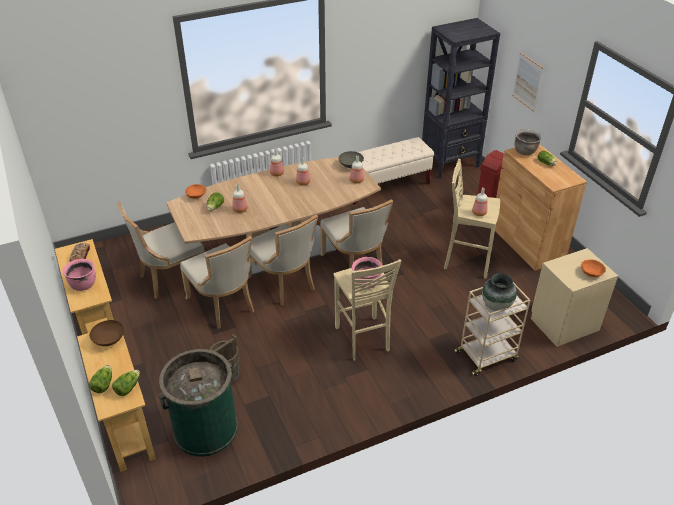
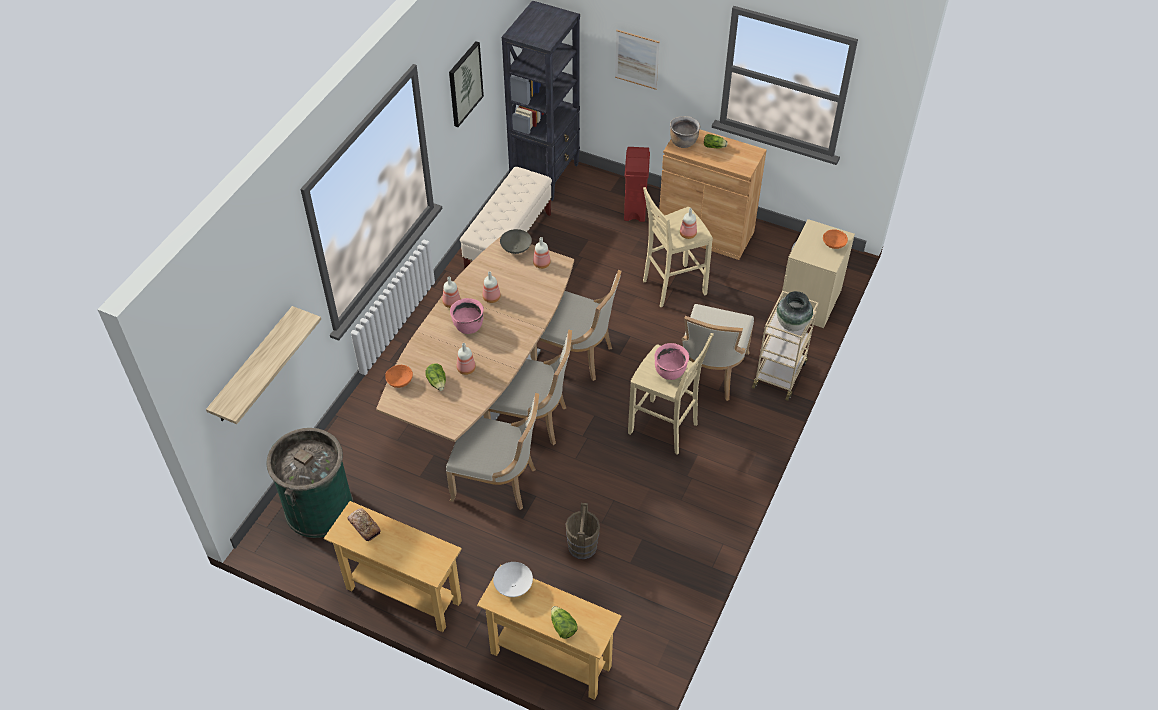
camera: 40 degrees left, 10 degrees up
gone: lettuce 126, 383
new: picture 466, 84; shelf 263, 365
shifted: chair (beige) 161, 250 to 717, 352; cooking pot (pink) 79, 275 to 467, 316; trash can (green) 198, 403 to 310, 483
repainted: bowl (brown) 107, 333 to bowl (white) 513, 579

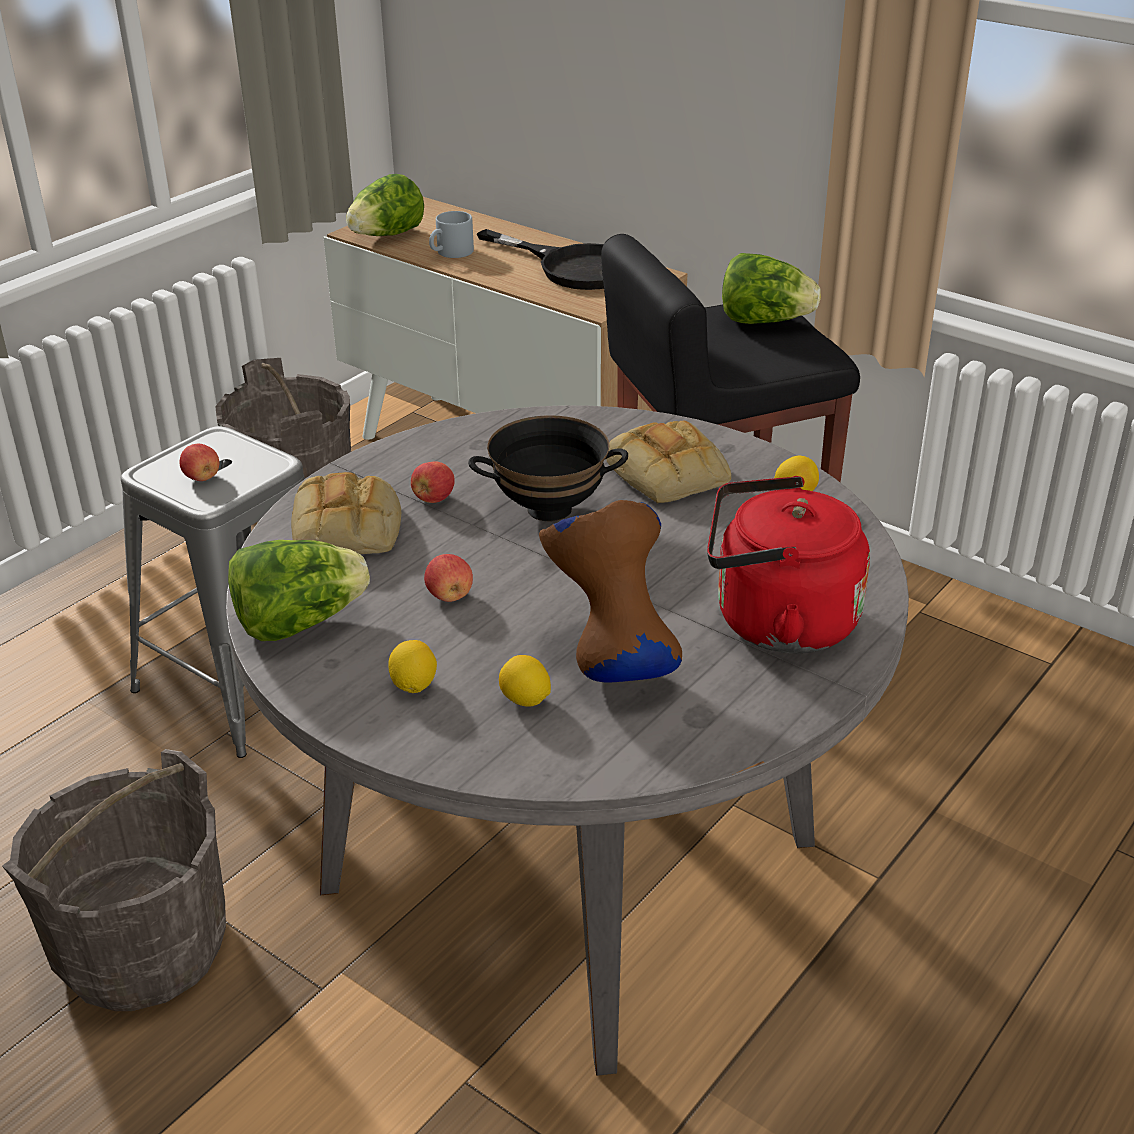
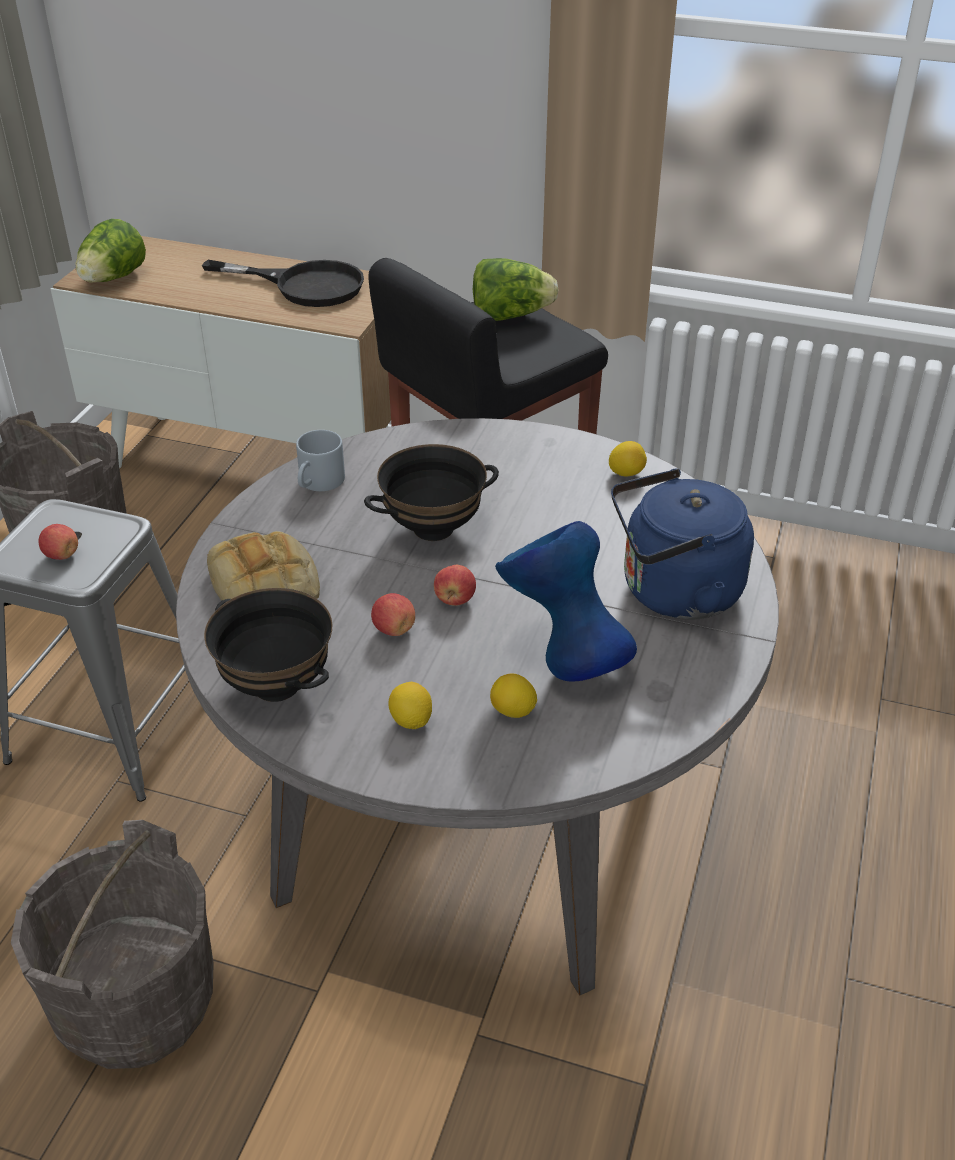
camera: 20 degrees left, 5 degrees up
gone: bread 668, 462
shifted: mug (grey) 451, 234 to 320, 460; apple 433, 482 to 455, 585
swapped: lettuce 299, 590 to bowl (black) 268, 645
repainted: kettle (red) 788, 564 to kettle (blue) 682, 544; vase (brown) 610, 591 to vase (blue) 566, 601

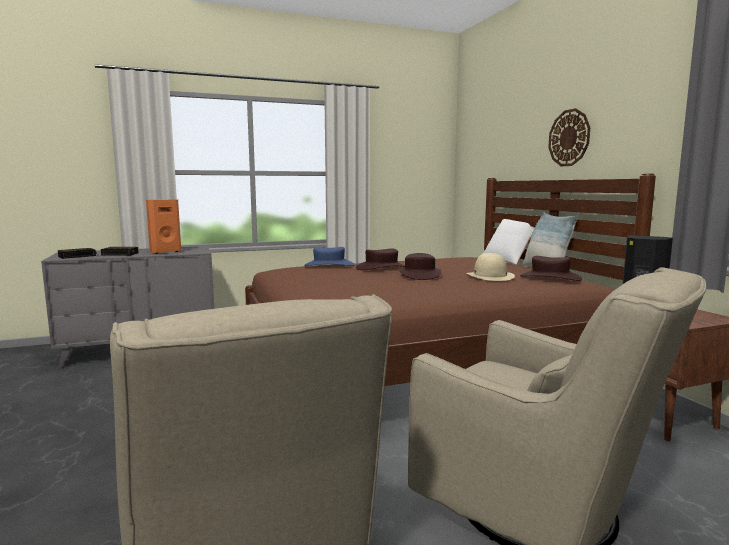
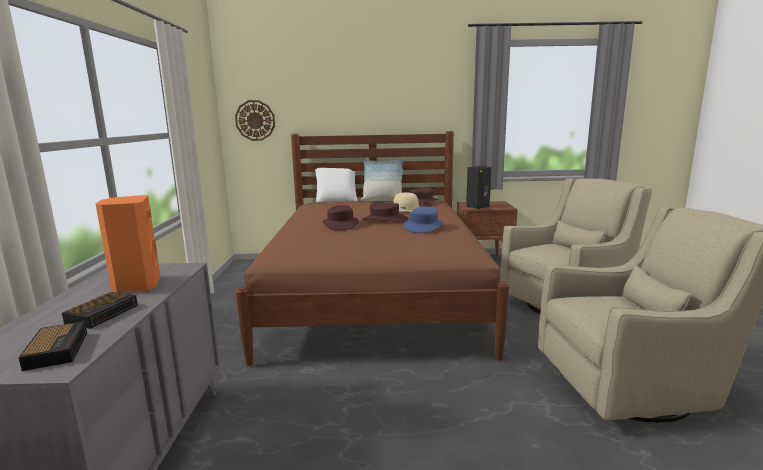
camera: 70 degrees left, 5 degrees up
shifted: wall clock 569, 137 to 255, 120; hat (blue) 329, 256 to 423, 219

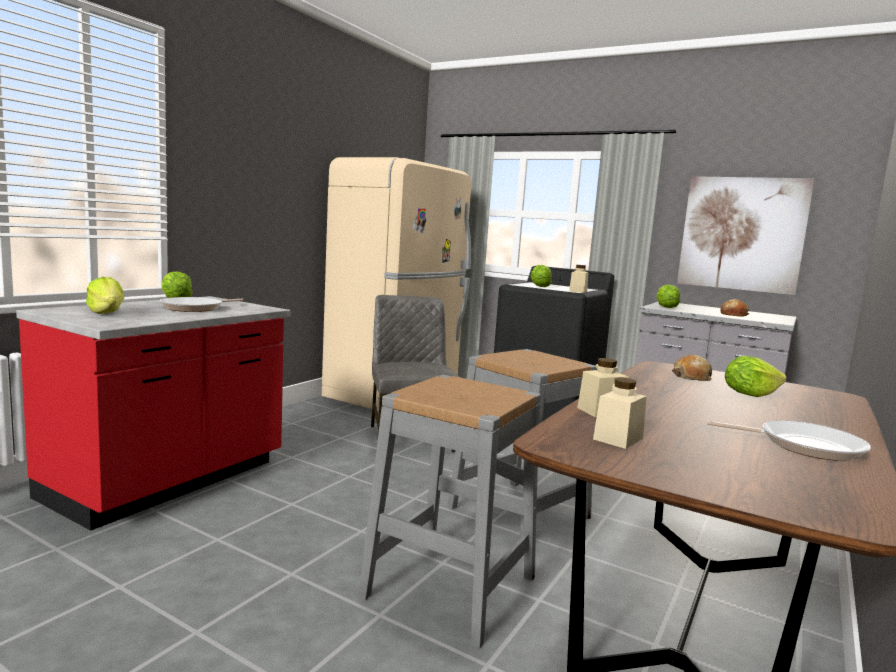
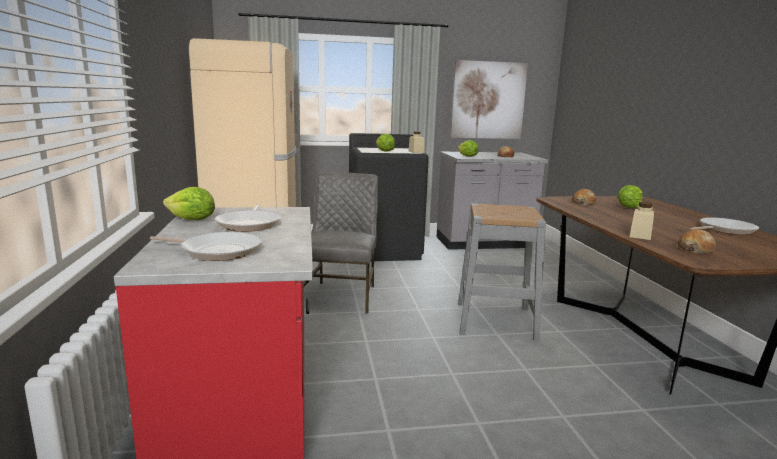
camera: 40 degrees left, 5 degrees up
gone: stool (grey) 449, 511
swapped: lettuce 105, 295 to frying pan 205, 246; jar (beige) 620, 413 to bread 697, 241
rotated: chair (grey) 415, 373 = 341, 243 60 degrees clockwise

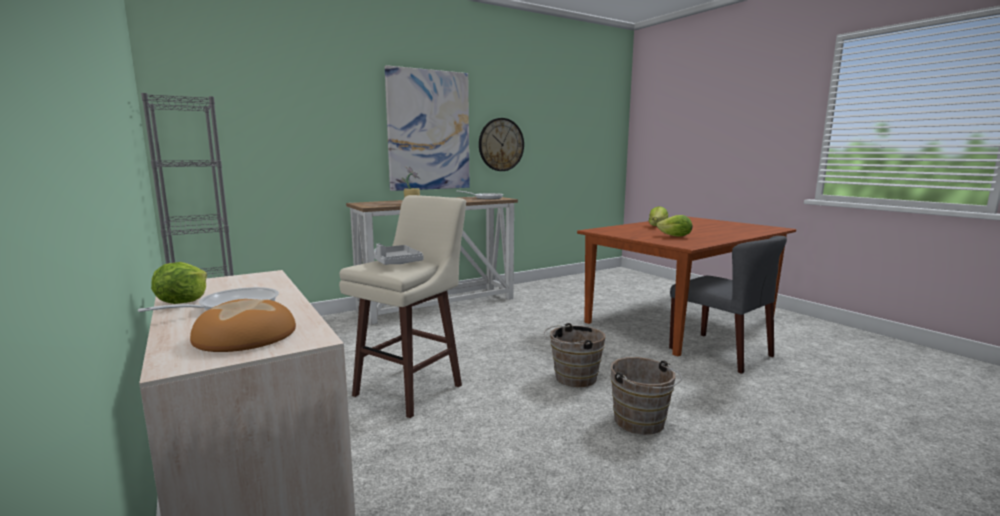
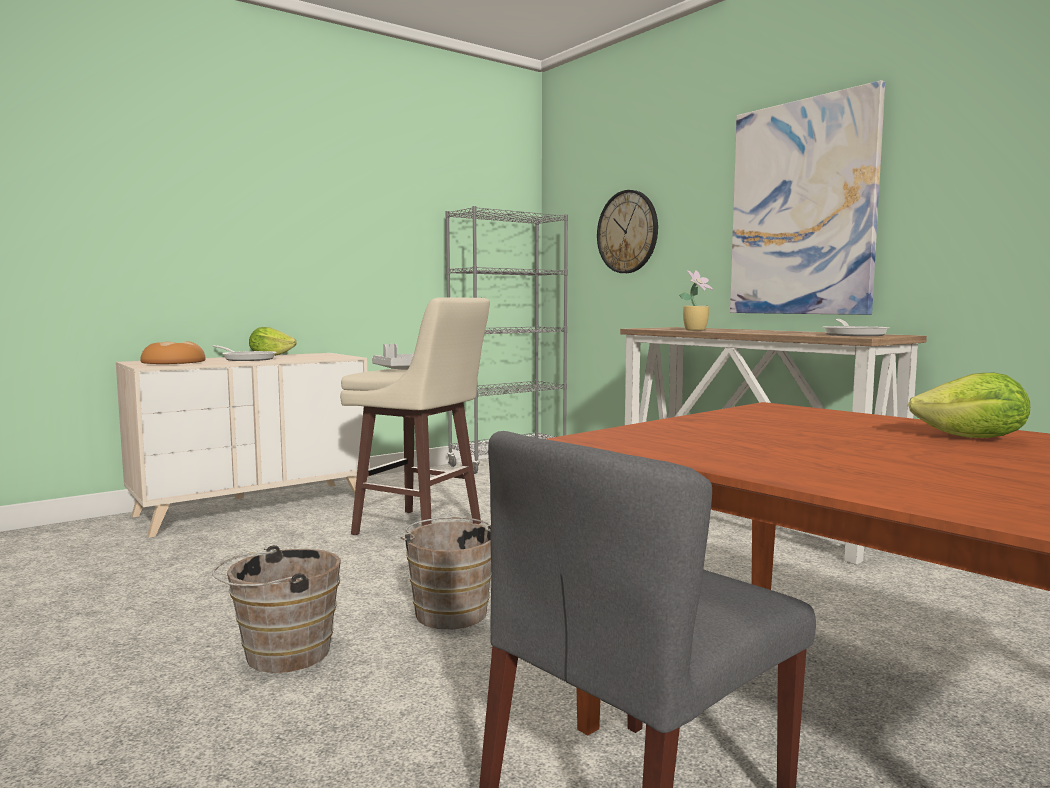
camera: 85 degrees right, 5 degrees down
gone: lettuce 674, 226
shifted: wall clock 501, 144 to 627, 231

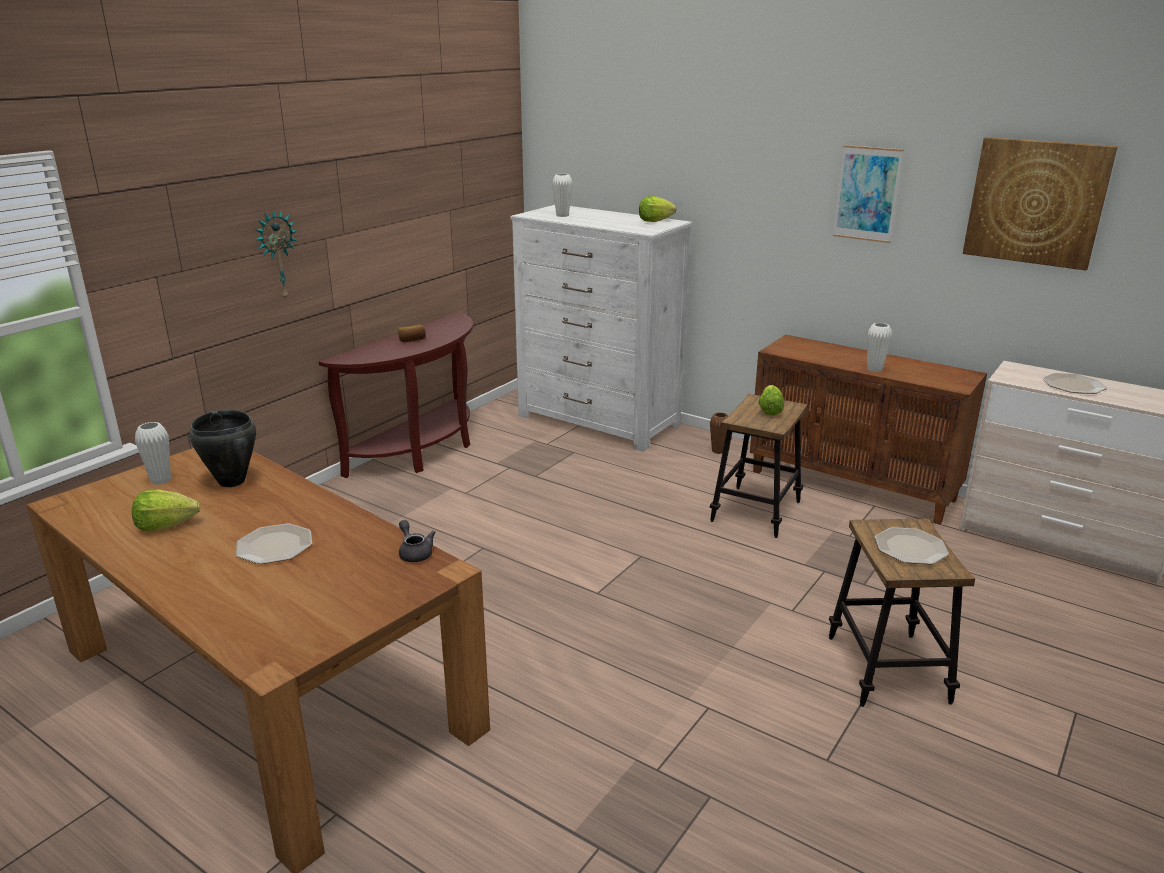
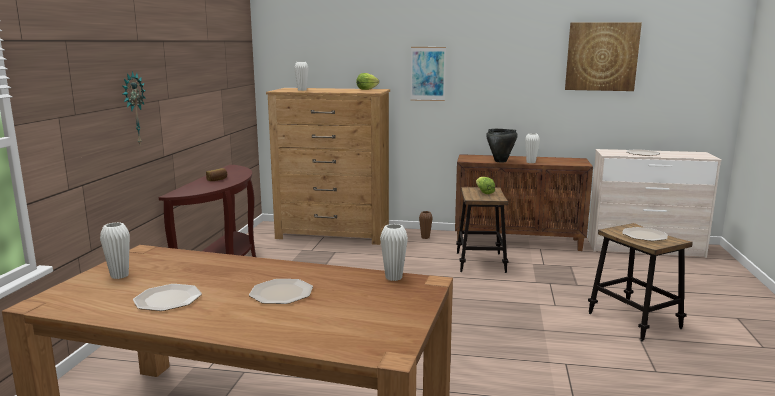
camera: 25 degrees left, 10 degrees down
shifted: picture 868, 194 to 428, 74; cooking pot (black) 222, 448 to 502, 145
swapped: lettuce 166, 510 to plate 167, 297; teapot (grey) 417, 541 to vase (white) 394, 252
repainted: dresser (white) 602, 328 to dresser (brown) 328, 166

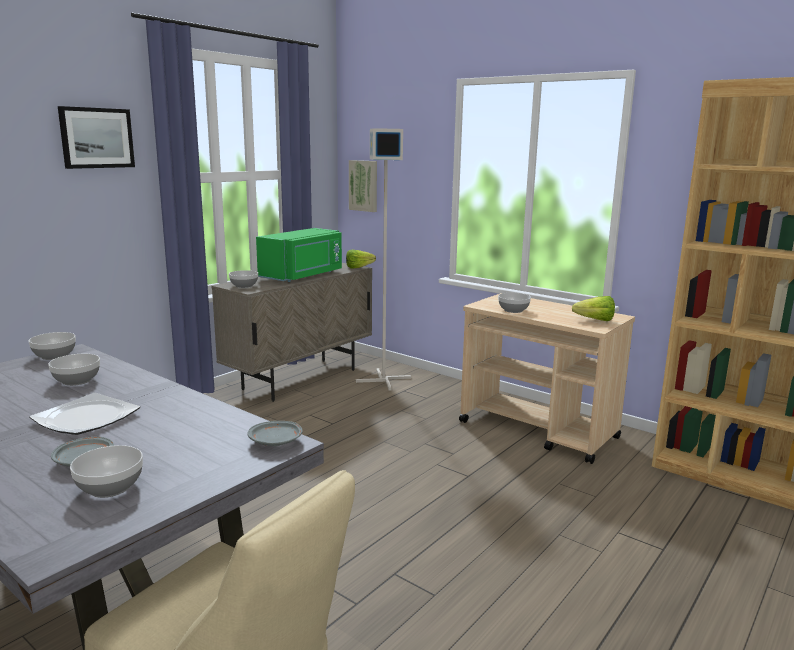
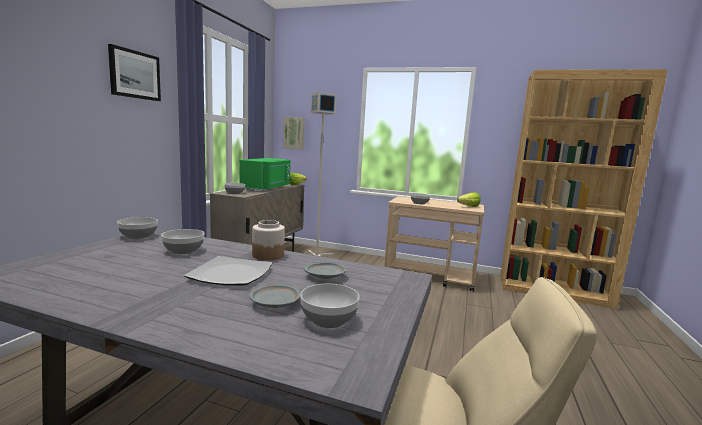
camera: 20 degrees left, 5 degrees down
new: jar 268, 240
shifted: plate (grey) 275, 433 to 325, 270

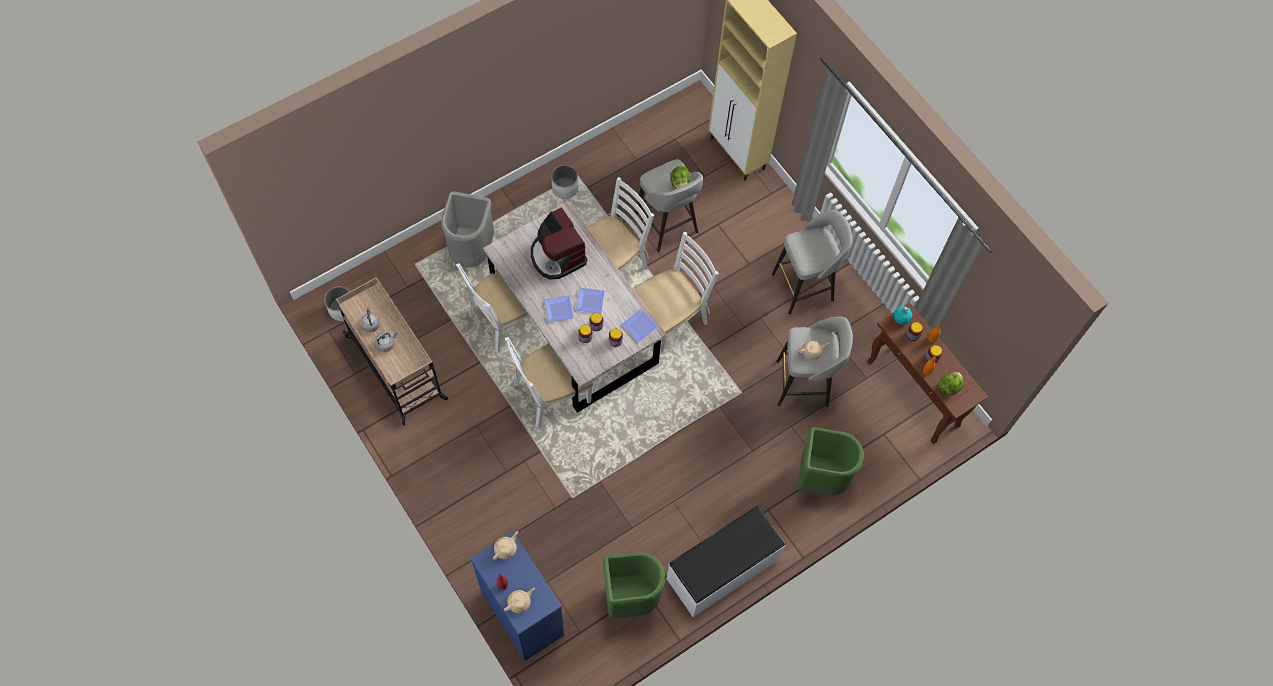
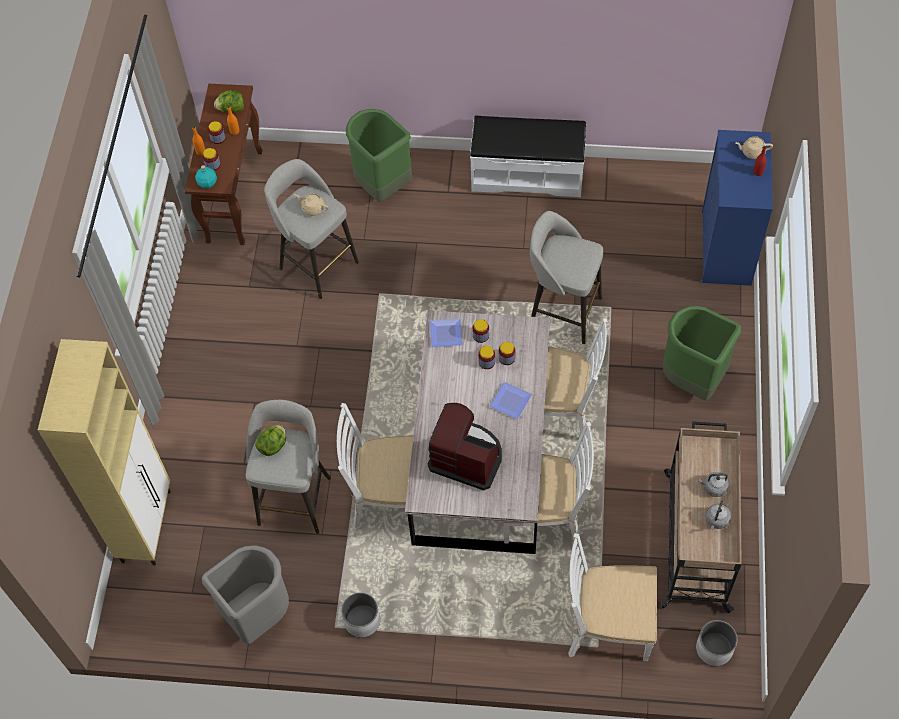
camera: 135 degrees left, 5 degrees down
gone: plate 590, 301; teapot (beige) 505, 545
shifted: trash can (grey) 467, 230 to 245, 594; stool (grey) 812, 262 to 566, 277; chair (white) 675, 292 to 612, 597; trash can (green) 634, 585 to 702, 353
rotated: coffee machine 559, 243 = 465, 447 75 degrees counterclockwise

